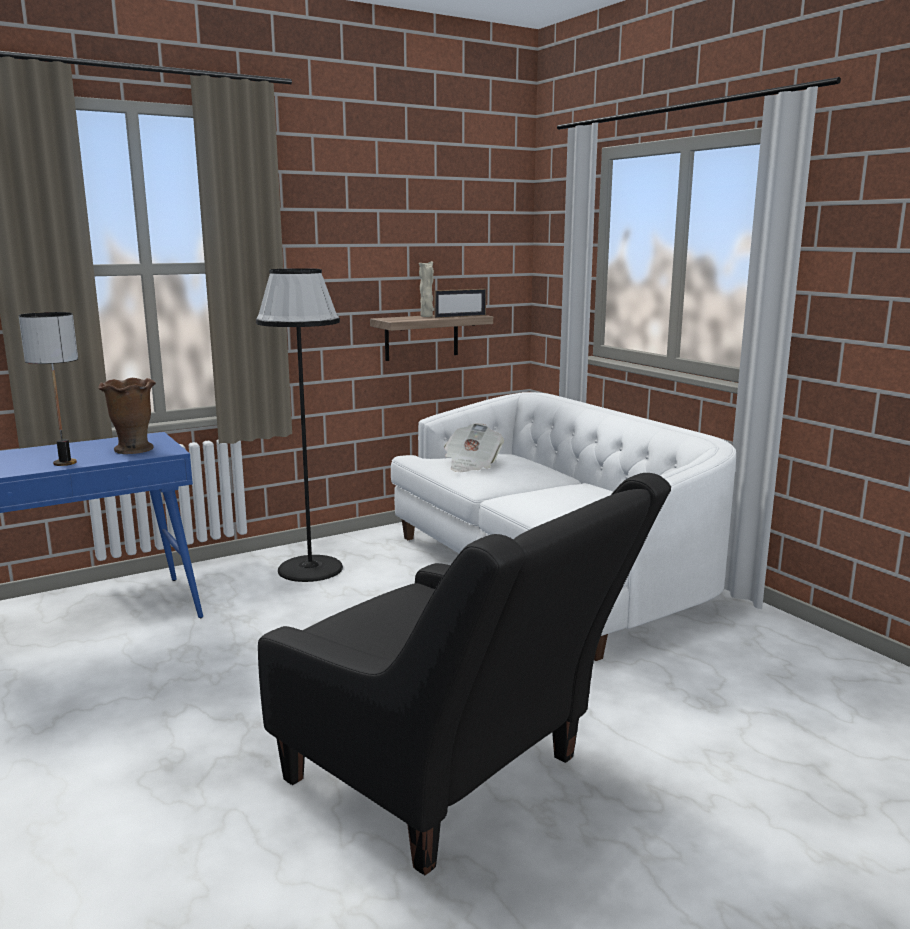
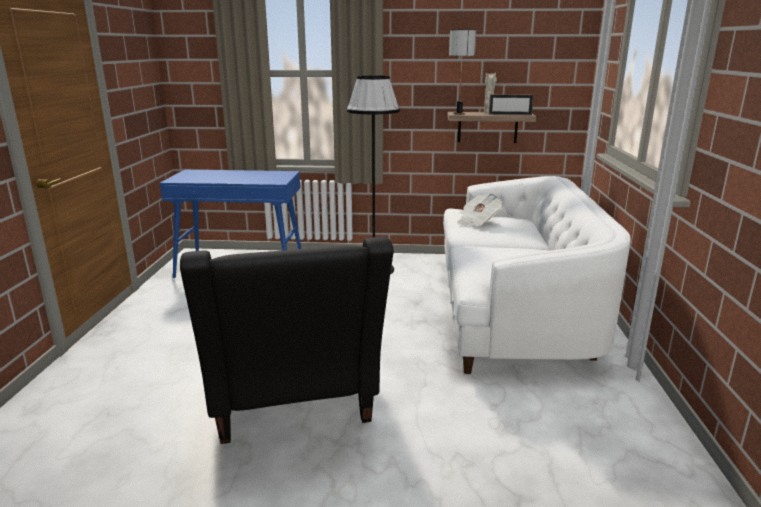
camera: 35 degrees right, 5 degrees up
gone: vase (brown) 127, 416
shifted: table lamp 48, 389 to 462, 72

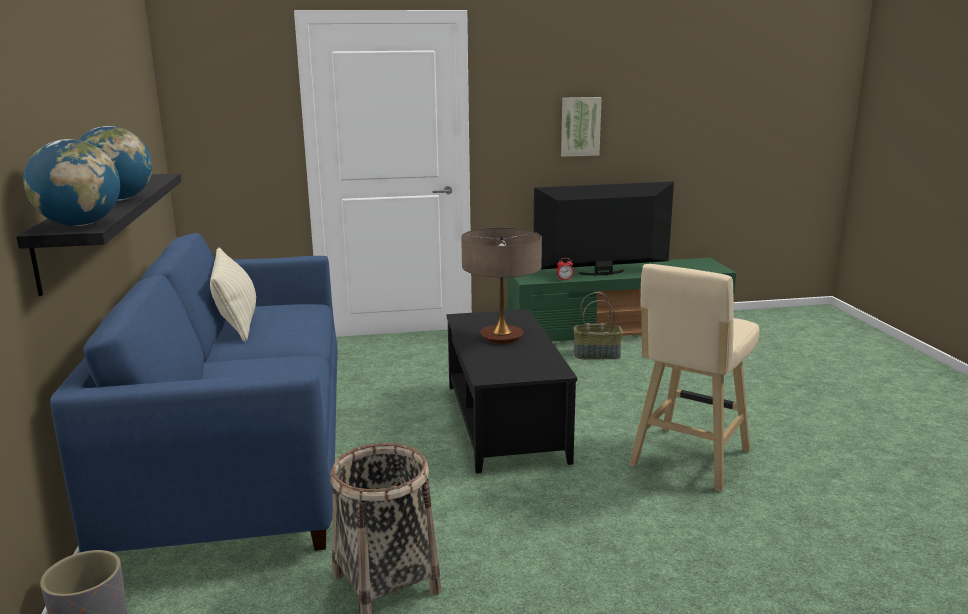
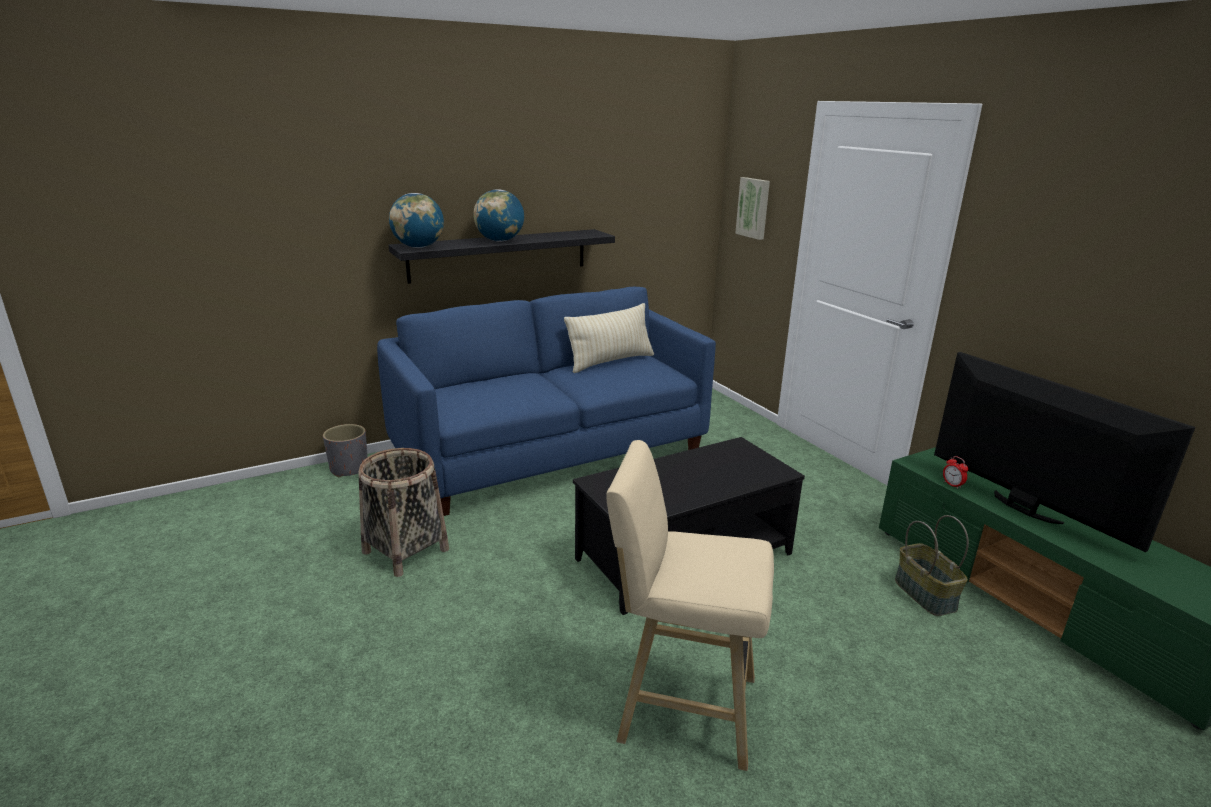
camera: 70 degrees right, 5 degrees up
gone: table lamp 501, 286
shifted: picture 581, 127 to 752, 208

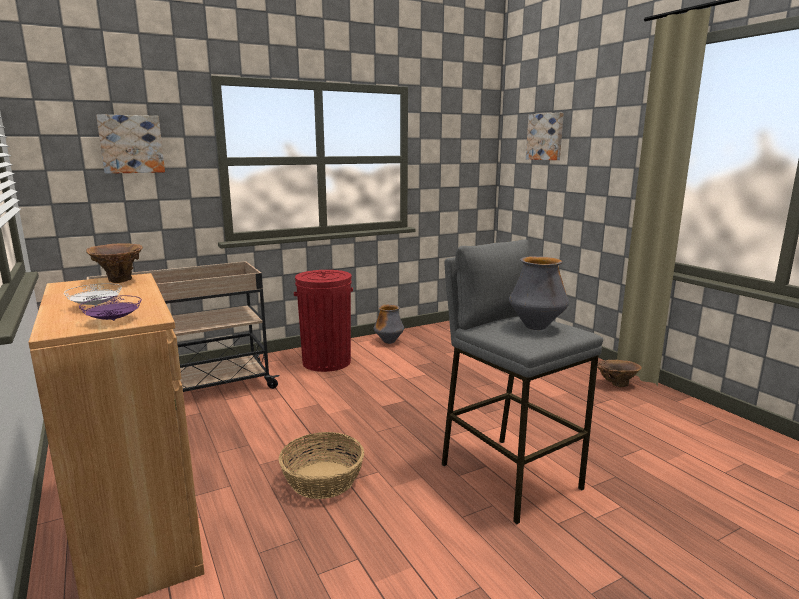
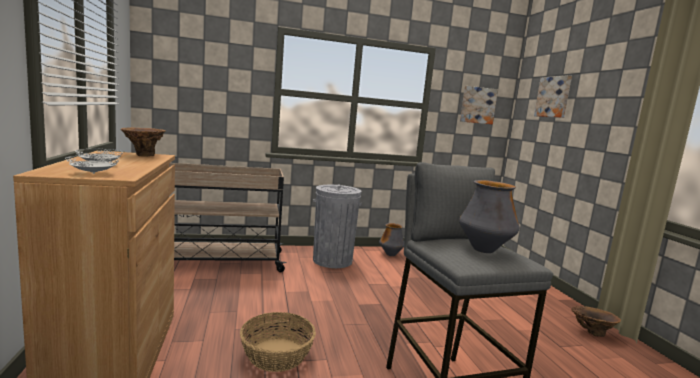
camera: 15 degrees right, 5 degrees down
shifted: picture 130, 144 to 479, 105
repainted: trash can (red) 323, 321 to trash can (grey) 337, 226; plate (purple) 110, 308 to plate (white) 92, 164

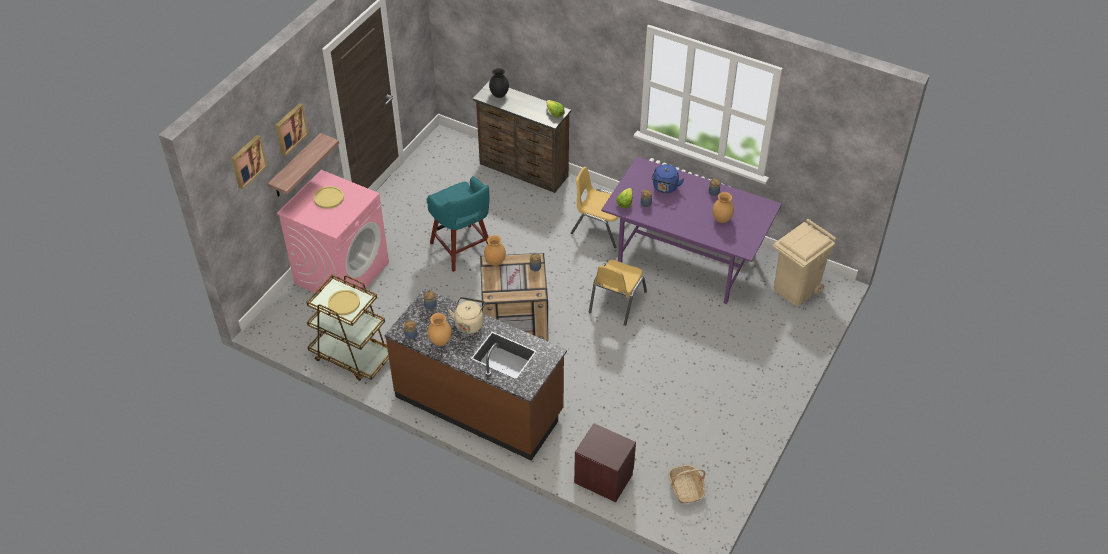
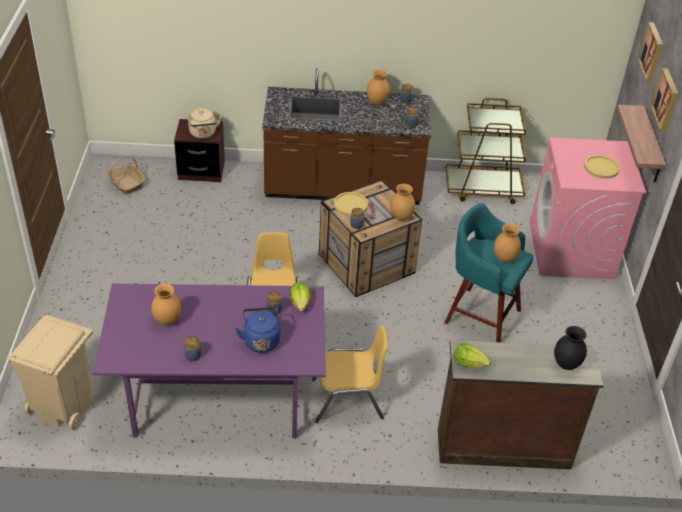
camera: 150 degrees right, 5 degrees down
new: vase (brown) 507, 243
shifted: plate (yellow) 344, 302 to 351, 204; kettle (beige) 466, 315 to 204, 123

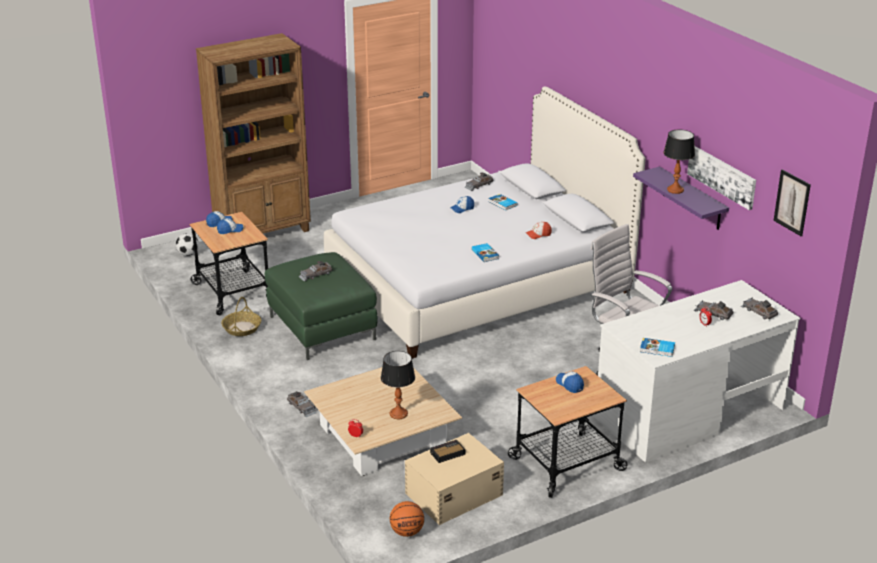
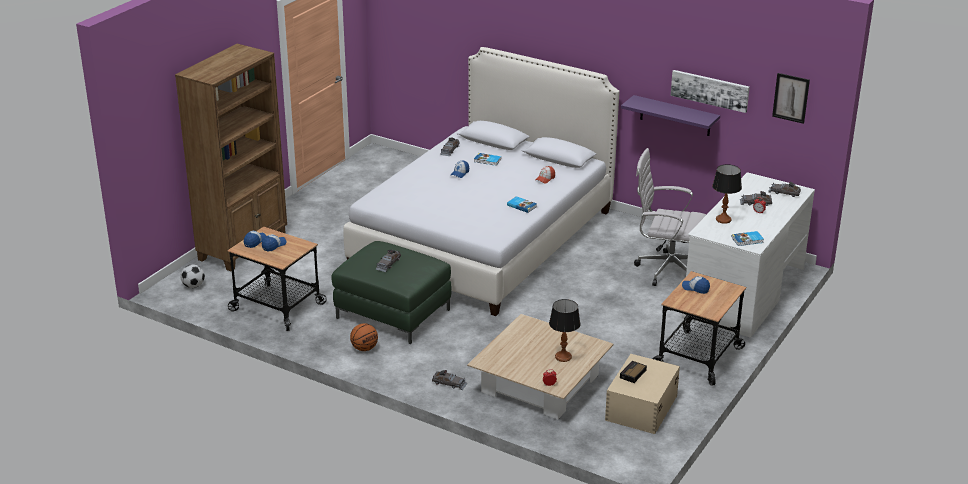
camera: 30 degrees left, 0 degrees up
gone: basket 241, 316
shifted: table lamp 679, 162 to 727, 194; basketball 407, 519 to 364, 337

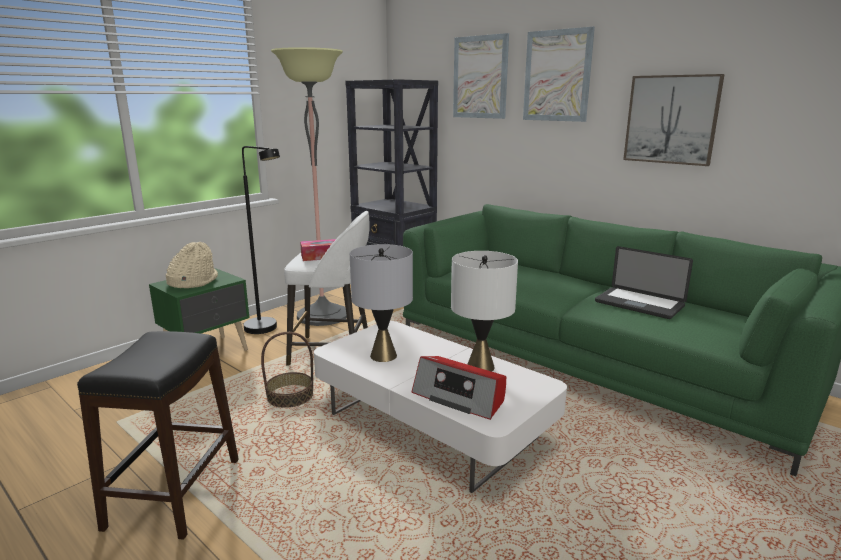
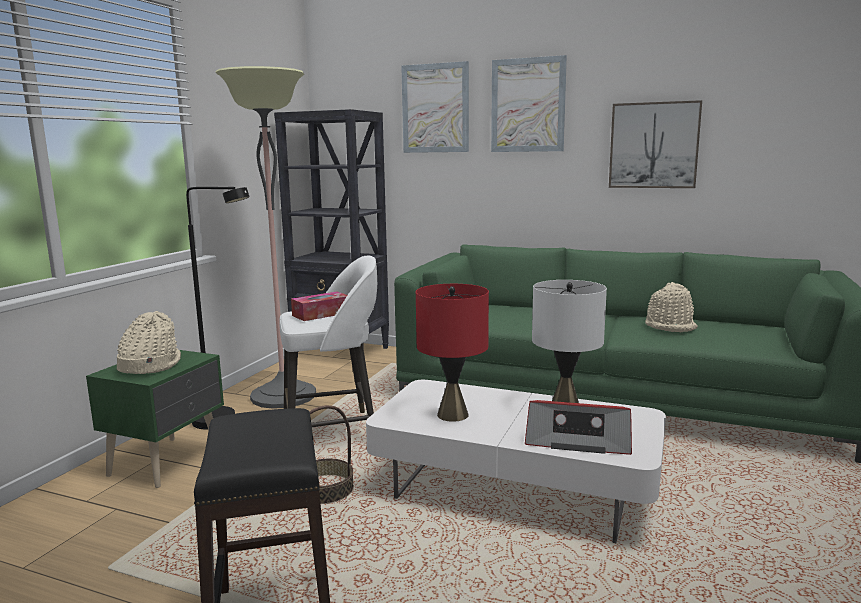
camera: 20 degrees left, 5 degrees down
swapped: laptop 644, 282 to hat (beige) 671, 307
repainted: table lamp (grey) 381, 303 to table lamp (red) 452, 353

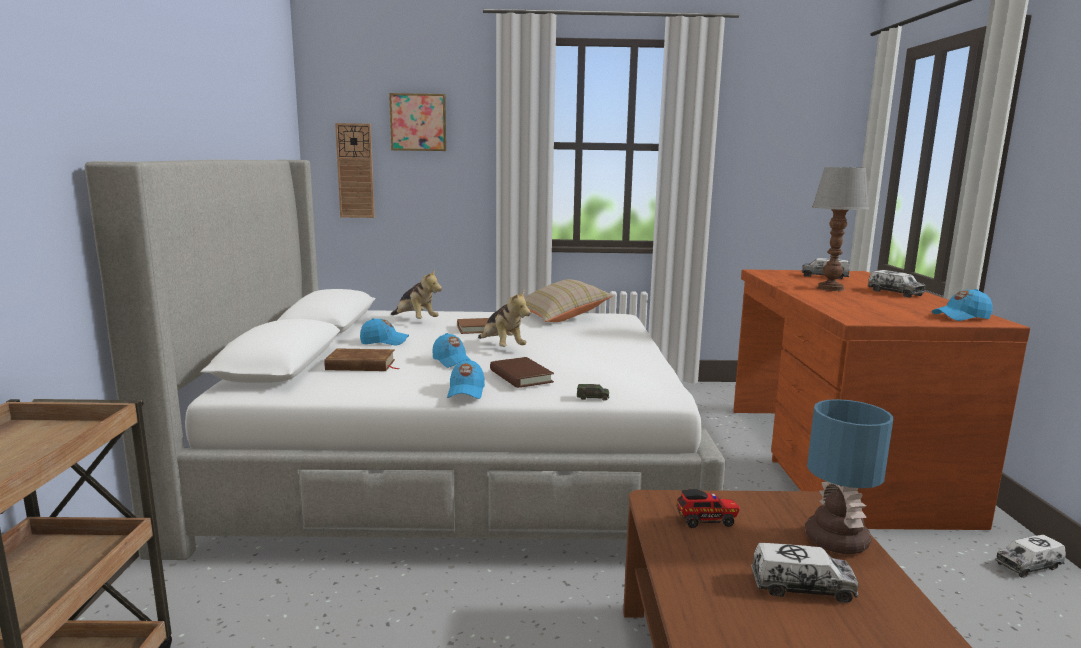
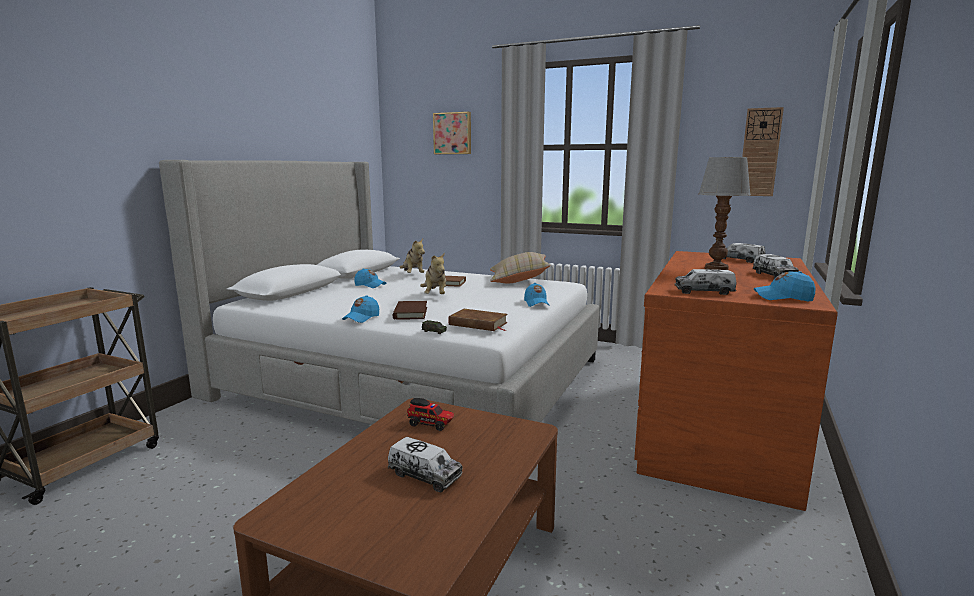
camera: 25 degrees right, 0 degrees up
gone: table lamp 849, 476
shifted: wall clock 355, 170 to 763, 151; cap (blue) 451, 350 to 537, 295; book (brown) 362, 359 to 478, 320; toy truck 1030, 556 to 705, 282

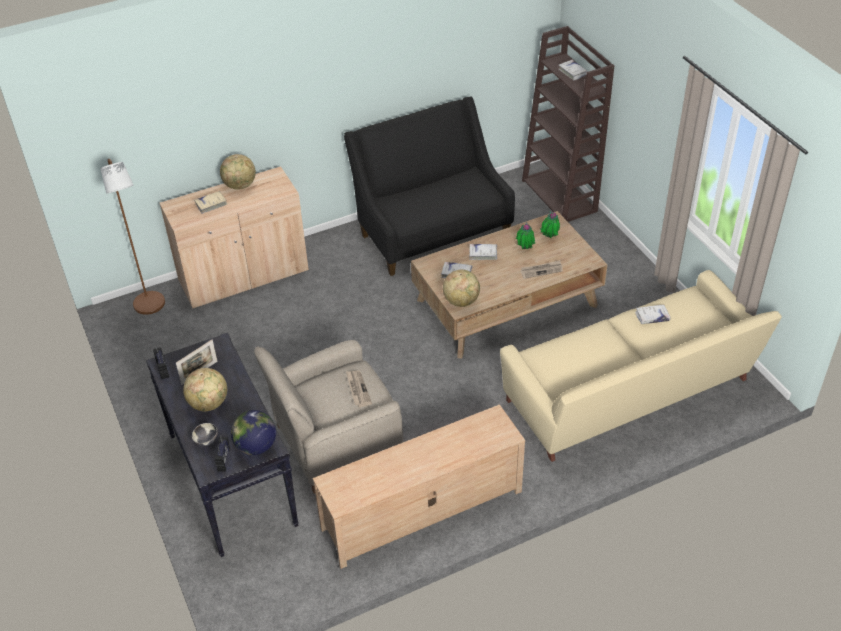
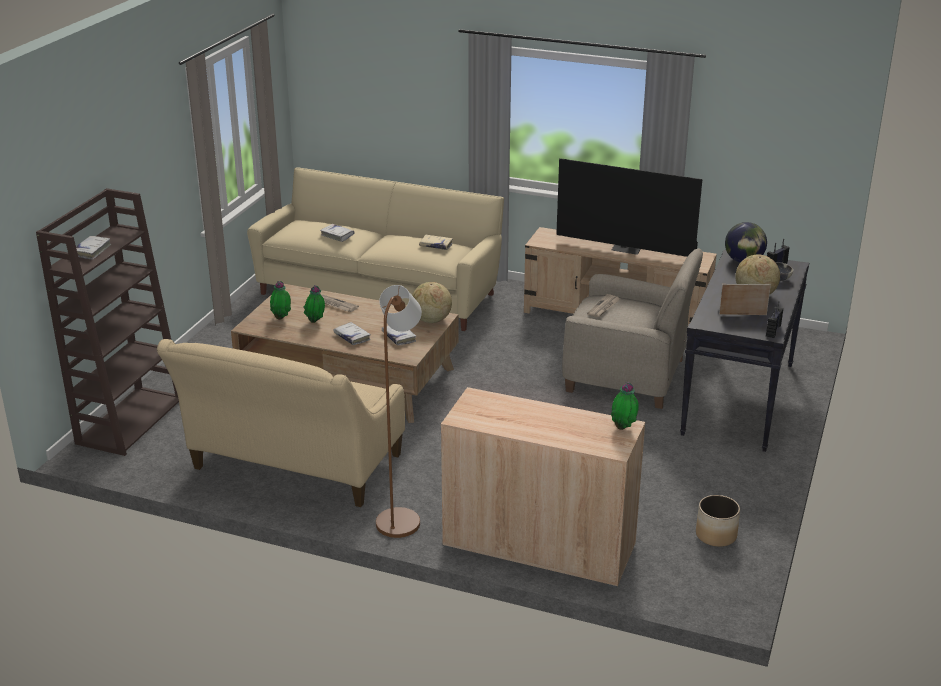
camera: 135 degrees left, 15 degrees down
gone: globe 238, 172
new: television 629, 207; potted plant 625, 406; planter 718, 521
shifted: floor lamp (brown) 132, 237 to 399, 411; book (beige) 210, 202 to 436, 242
repainted: sofa (black) 429, 186 to sofa (beige) 281, 423

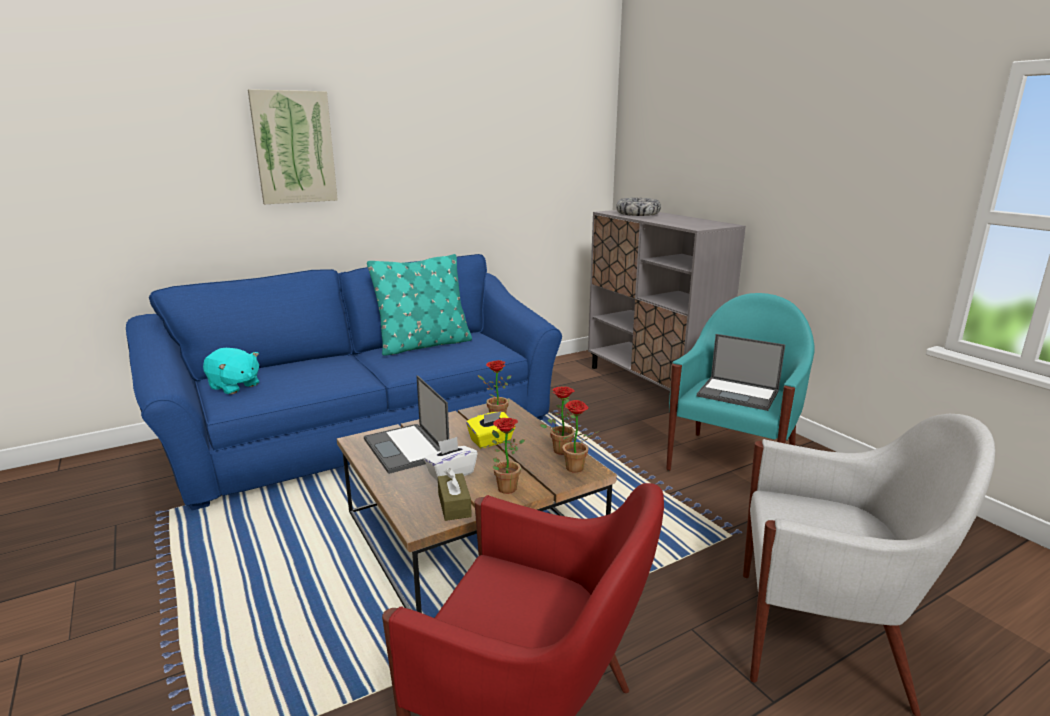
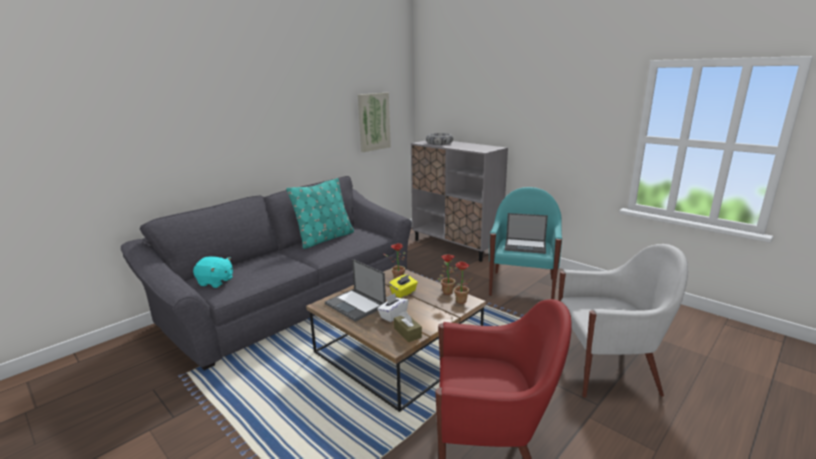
camera: 15 degrees left, 0 degrees up
gone: potted plant 508, 456
shifted: picture 293, 146 to 374, 122
repainted: sofa (blue) 344, 382 to sofa (grey) 266, 273

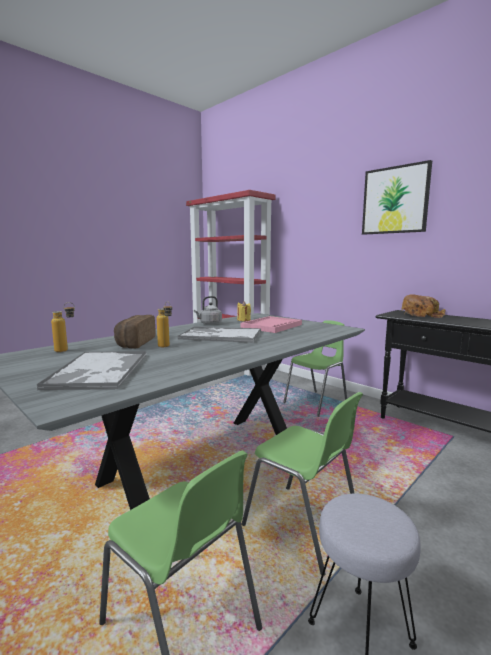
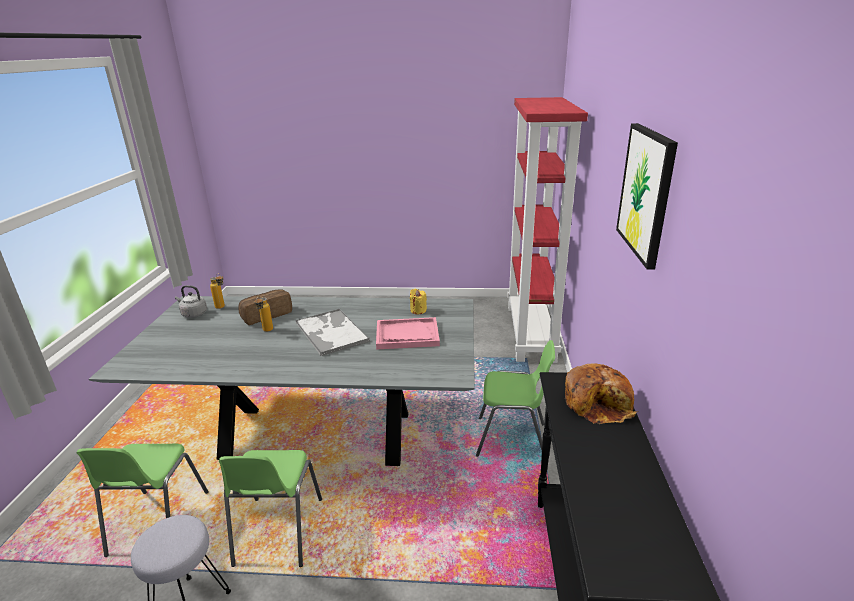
camera: 50 degrees right, 15 degrees up
gone: tray 91, 370
shifted: kettle (grey) 208, 310 to 191, 301

